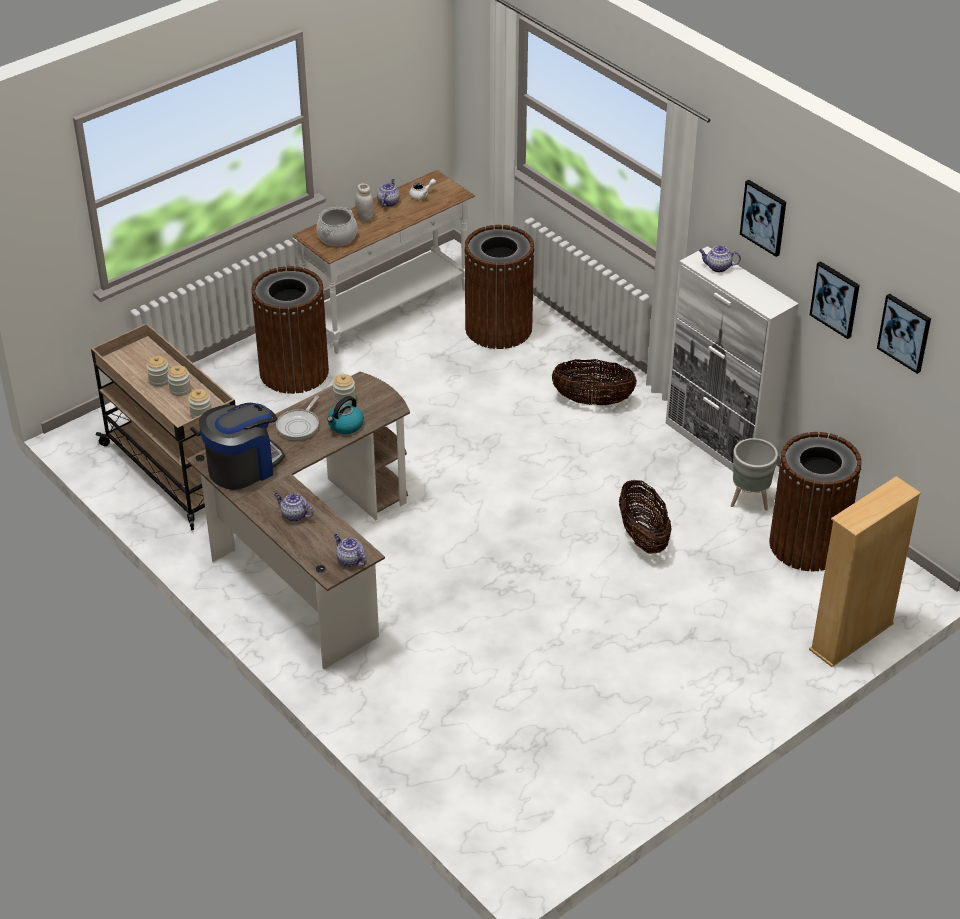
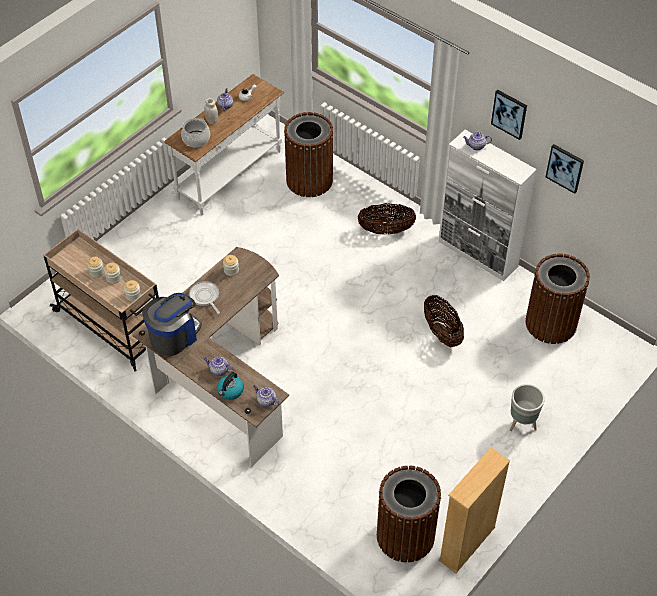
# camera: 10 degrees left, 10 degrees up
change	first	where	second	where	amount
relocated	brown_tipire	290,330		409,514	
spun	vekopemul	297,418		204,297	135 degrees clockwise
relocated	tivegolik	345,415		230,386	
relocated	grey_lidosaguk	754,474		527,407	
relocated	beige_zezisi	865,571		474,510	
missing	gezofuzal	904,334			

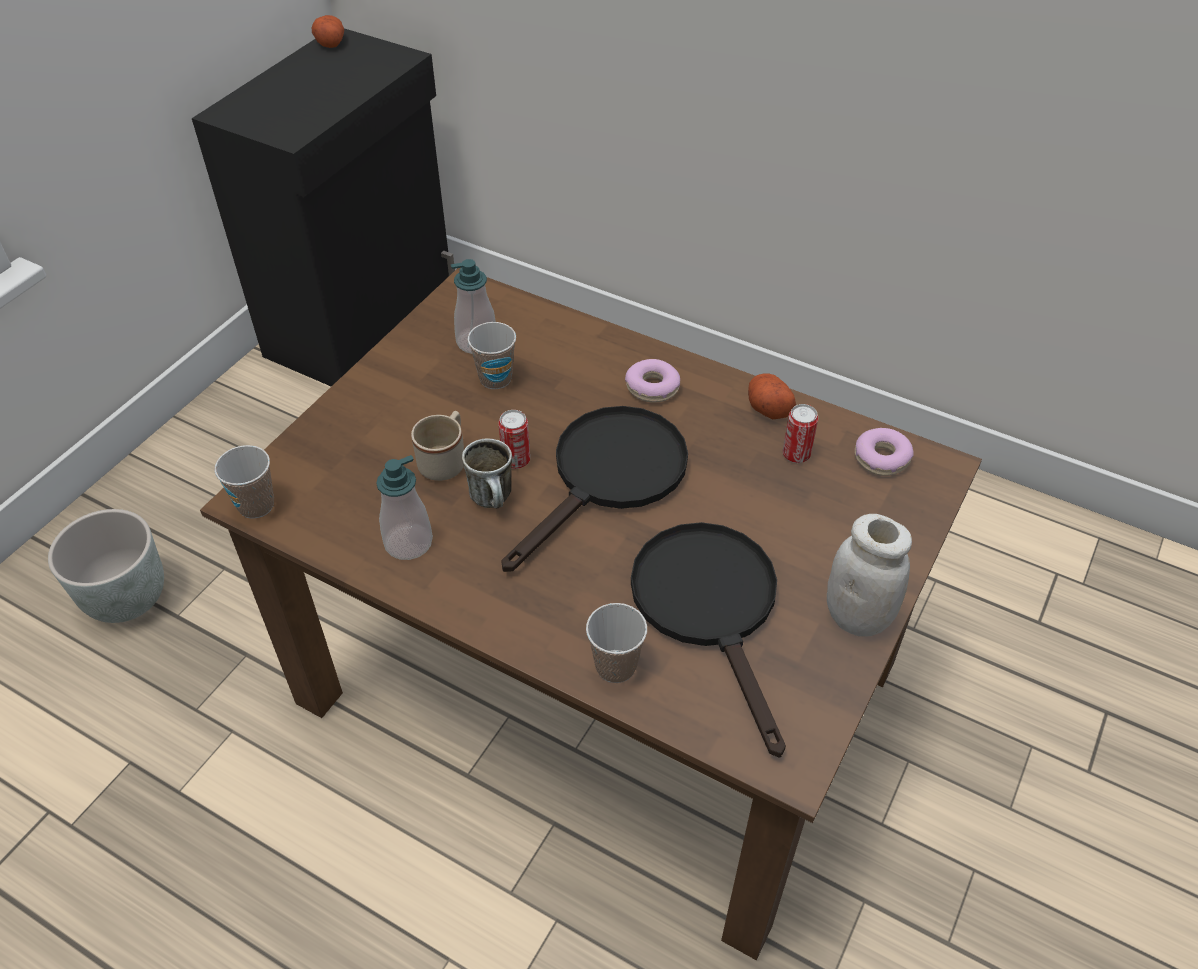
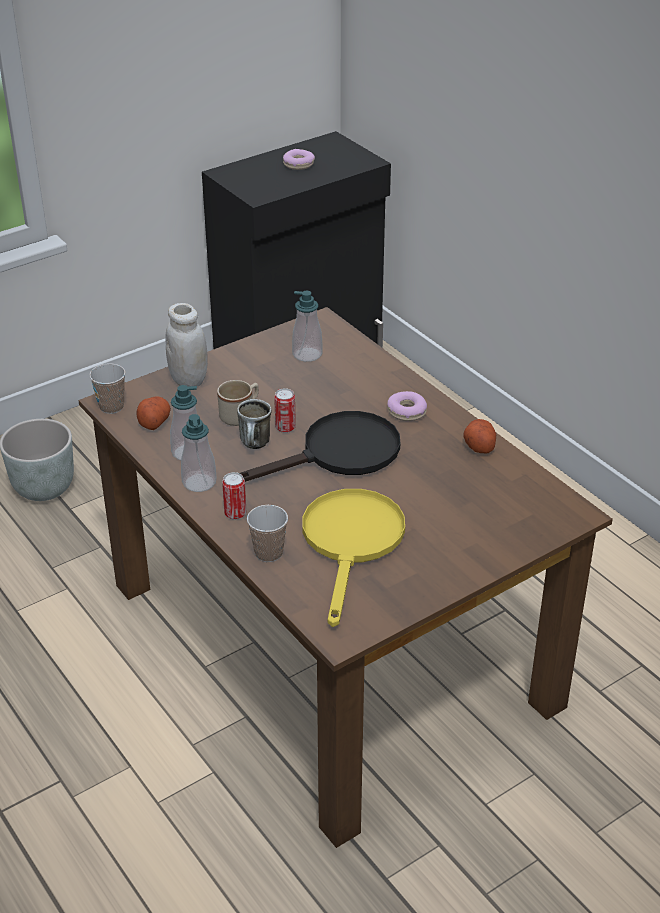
# camera: 25 degrees right, 10 degrees down
change	first	where	second	where	amount
relocated	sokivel	328,31		153,413	
missing	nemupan	492,355			
colour	black_vekopemul	708,640	yellow_vekopemul	353,558	
relocated	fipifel	800,433		234,496	
relocated	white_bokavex	869,575		186,345	
relocated	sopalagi	884,452		299,159	
appeared			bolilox	198,453	

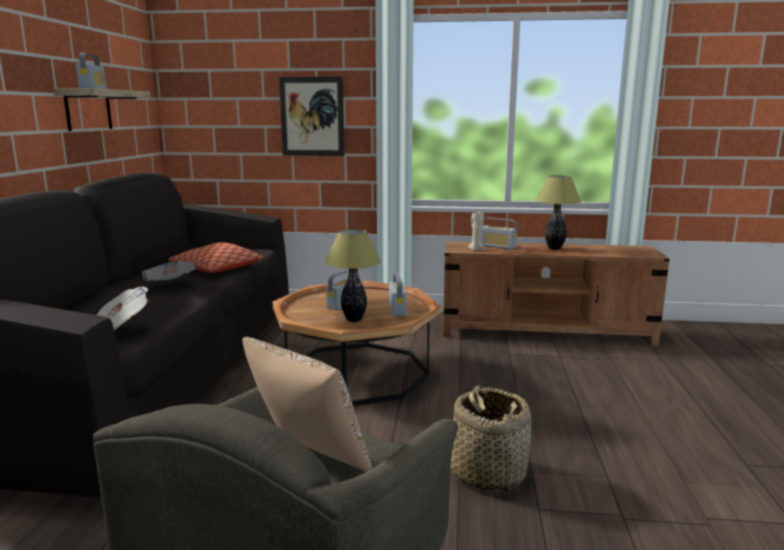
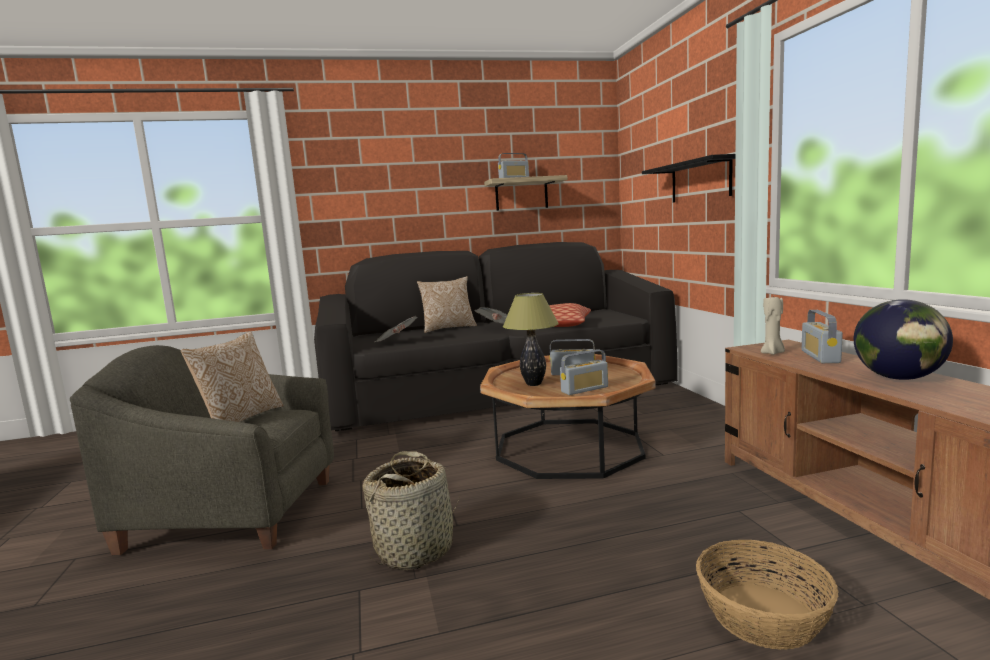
# camera: 70 degrees right, 5 degrees down
change	first	where	second	where	amount
exchanged	gezofuzal	311,116	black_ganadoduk	688,178	
exchanged	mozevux	558,212	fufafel	903,339	
appeared			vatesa	447,304	
appeared			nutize	767,595	

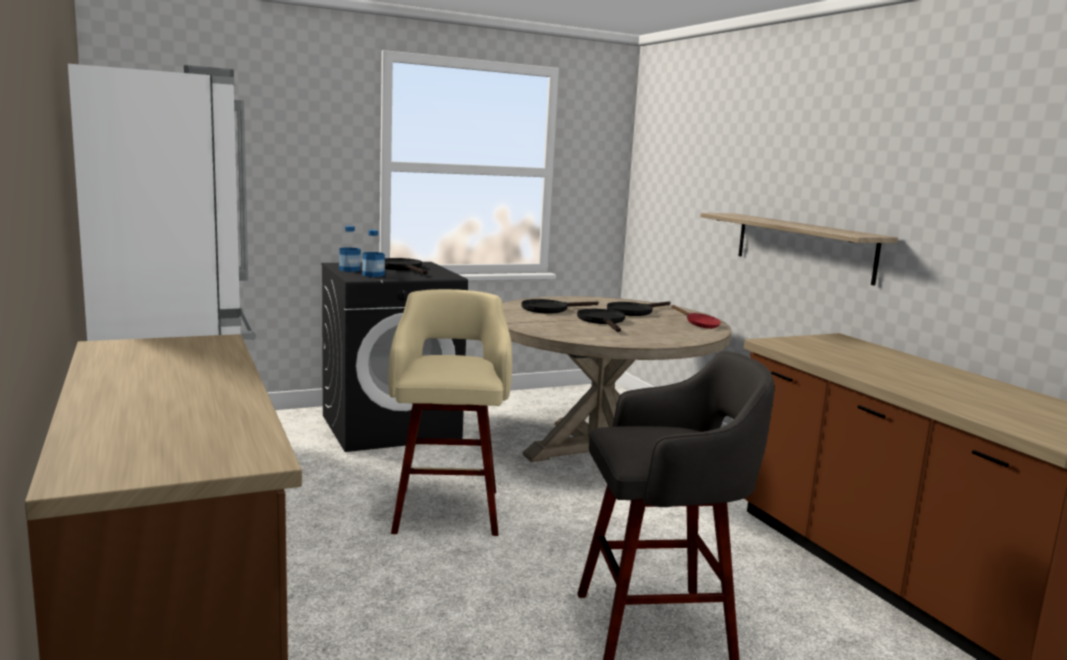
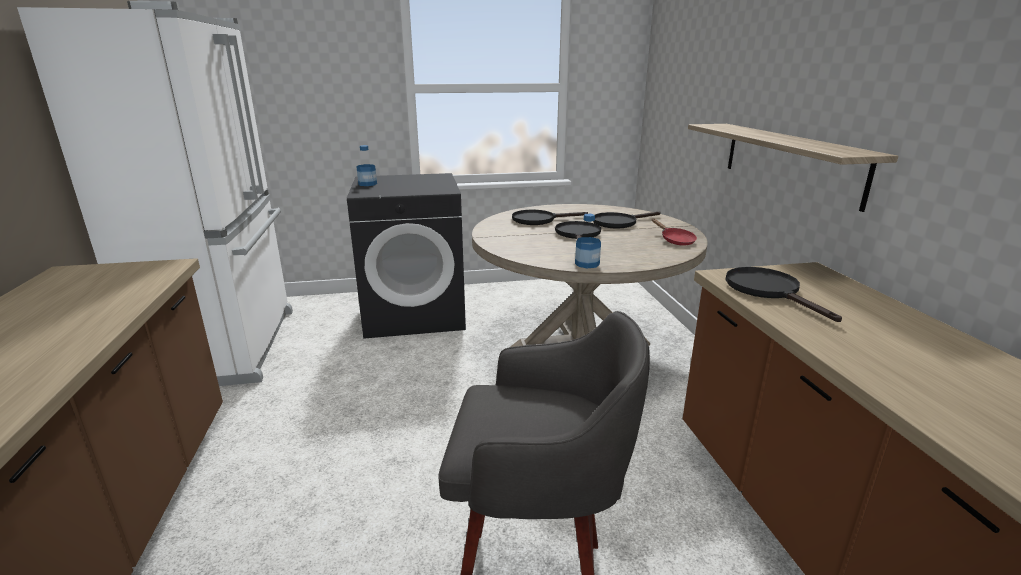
# camera: 15 degrees right, 10 degrees up
change	first	where	second	where	amount
relocated	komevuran	373,253		588,241	
relocated	black_vekopemul	406,266		783,294	
missing	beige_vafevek	450,412			

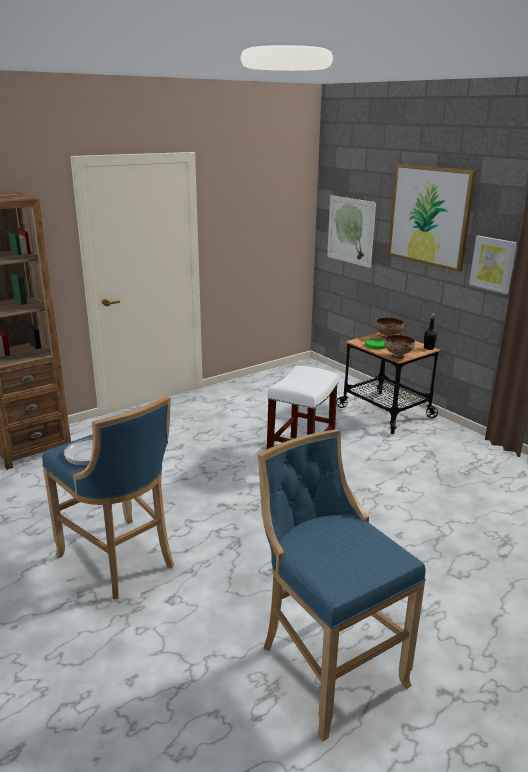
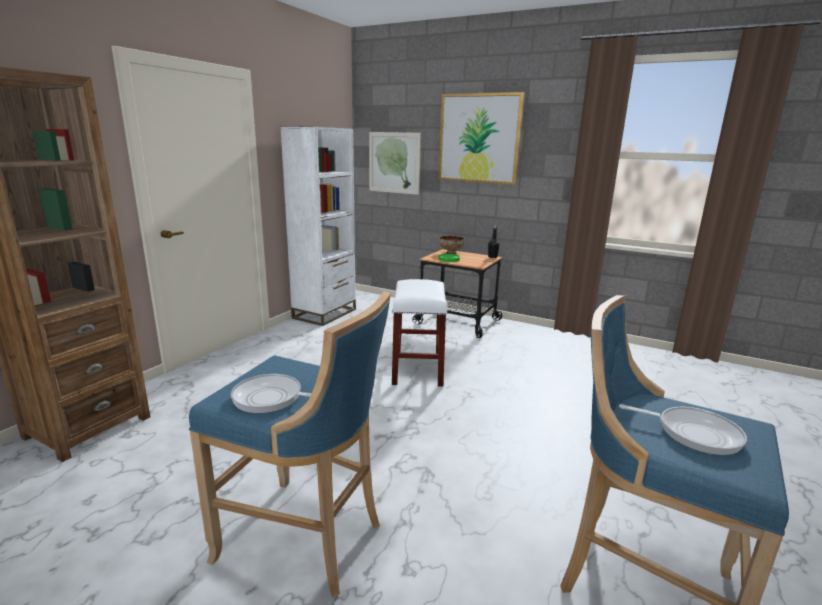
# camera: 25 degrees left, 5 degrees down
change	first	where	second	where	amount
missing	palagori	399,347			
missing	gezofuzal	493,265			
appeared			white_zezisi	318,226	
appeared			vekopemul	683,429	

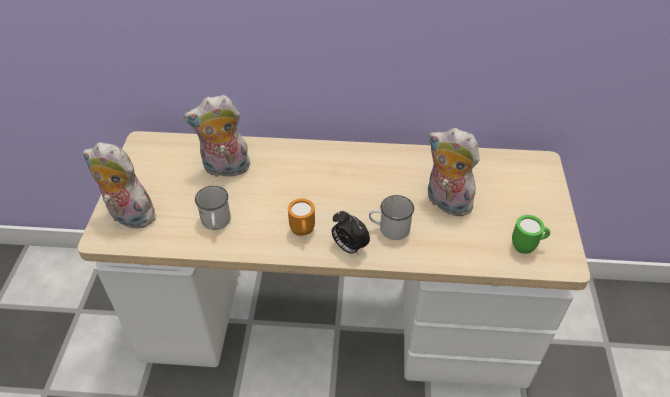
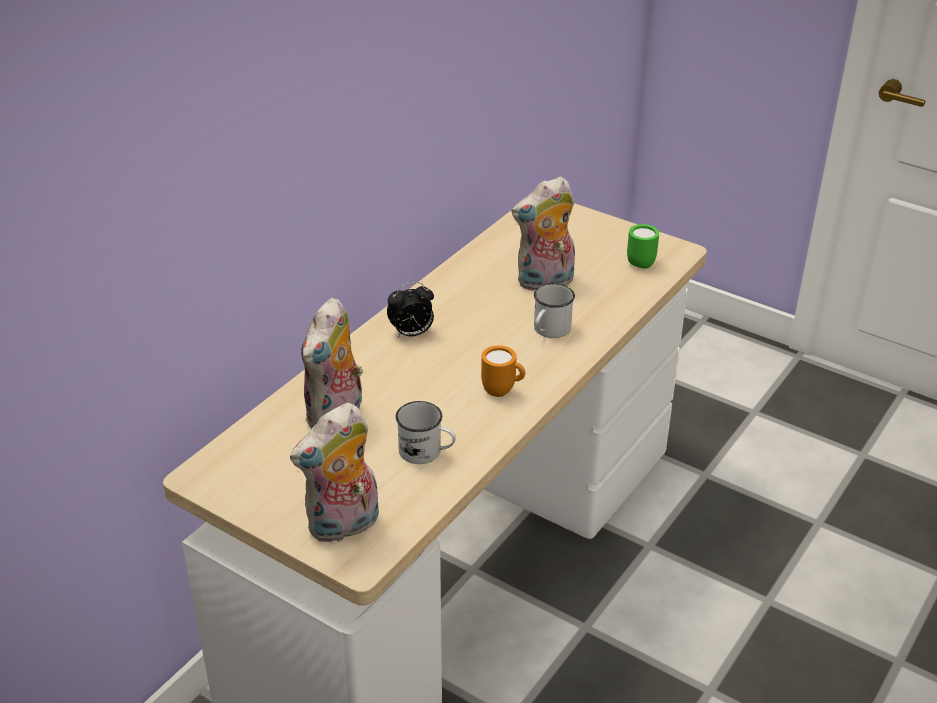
# camera: 60 degrees left, 10 degrees down
change	first	where	second	where	amount
relocated	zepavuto	351,233		410,310	

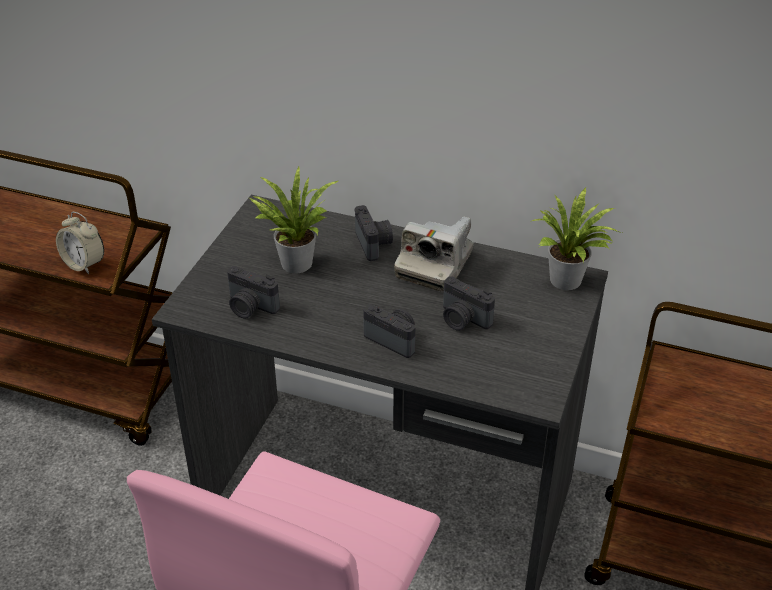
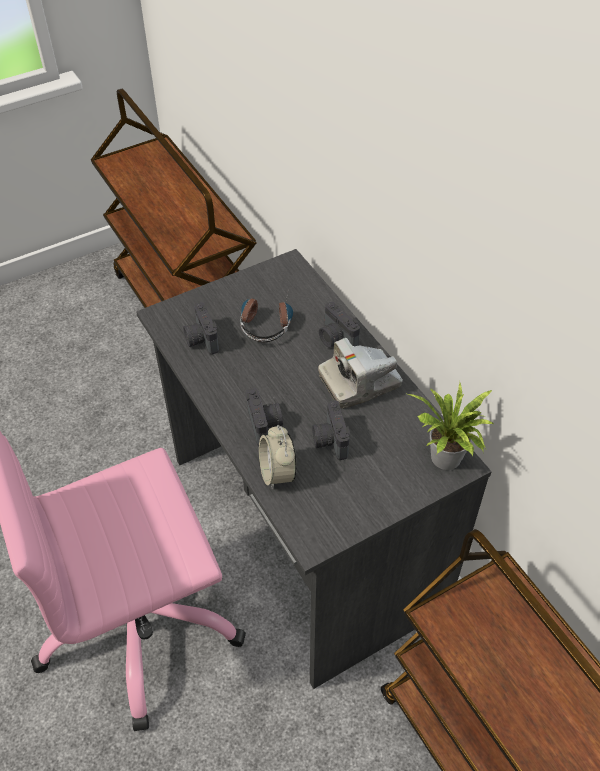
# camera: 40 degrees right, 10 degrees up
change	first	where	second	where	amount
relocated	zepavuto	80,243		278,457	
exchanged	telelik	294,220	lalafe	266,317	
spun	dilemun	373,233		339,325	120 degrees clockwise

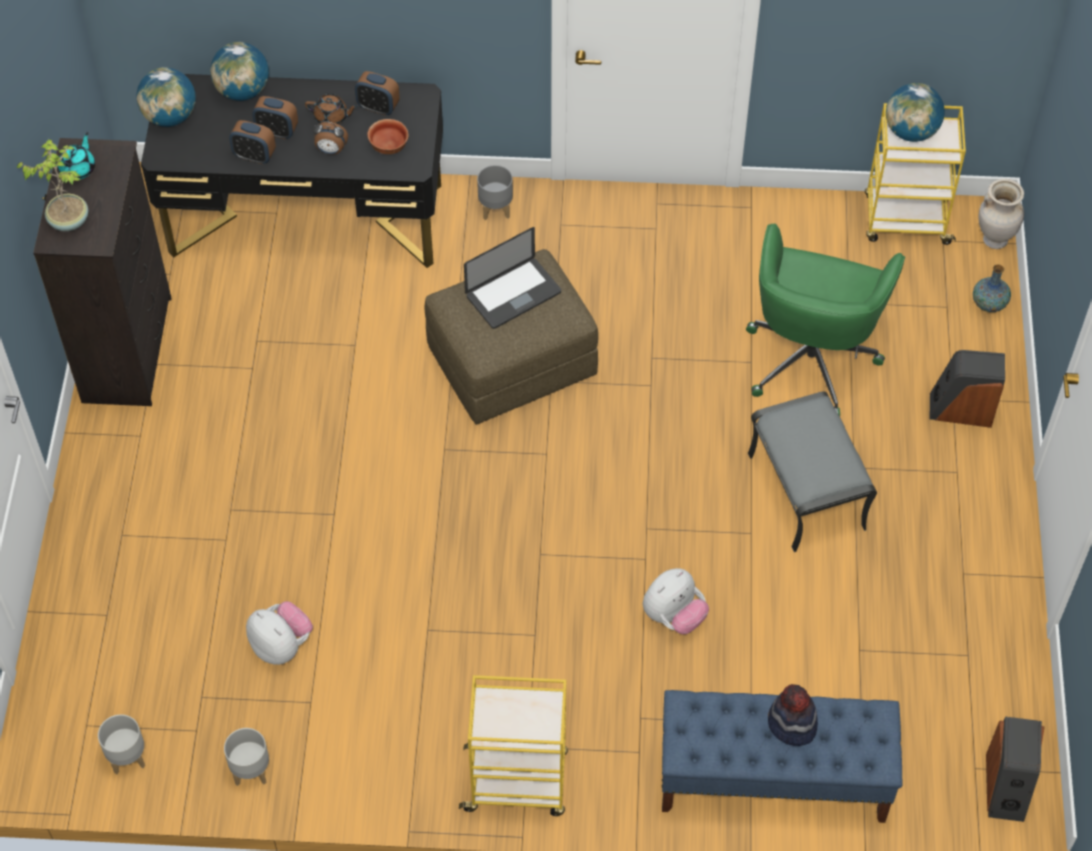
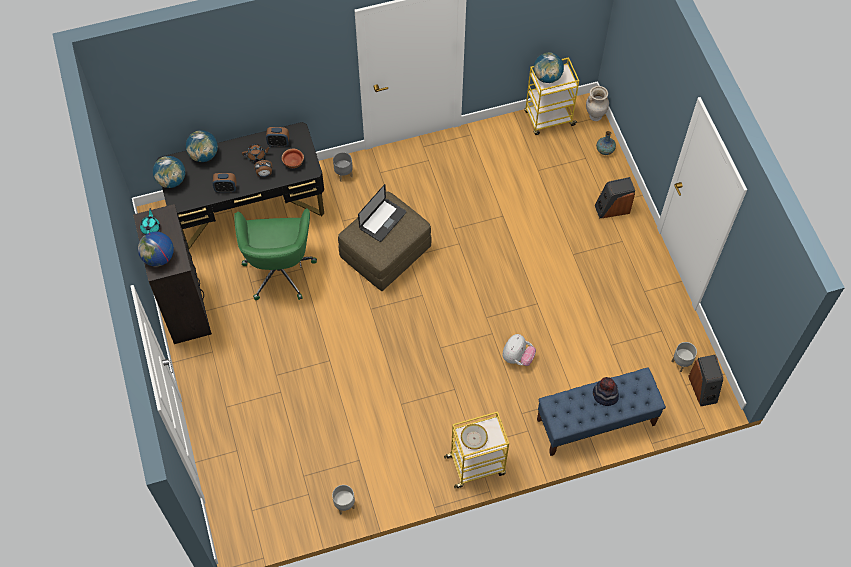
# camera: 20 degrees left, 5 degrees up
change	first	where	second	where	amount
exchanged	telelik	52,185	fufafel	156,249	
relocated	grey_lidosaguk	121,744		684,357	
missing	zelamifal	279,633			
missing	zepavuto	275,117			
relocated	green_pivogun	825,319		275,254	
missing	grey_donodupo	812,471			
appeared			palagori	474,437	

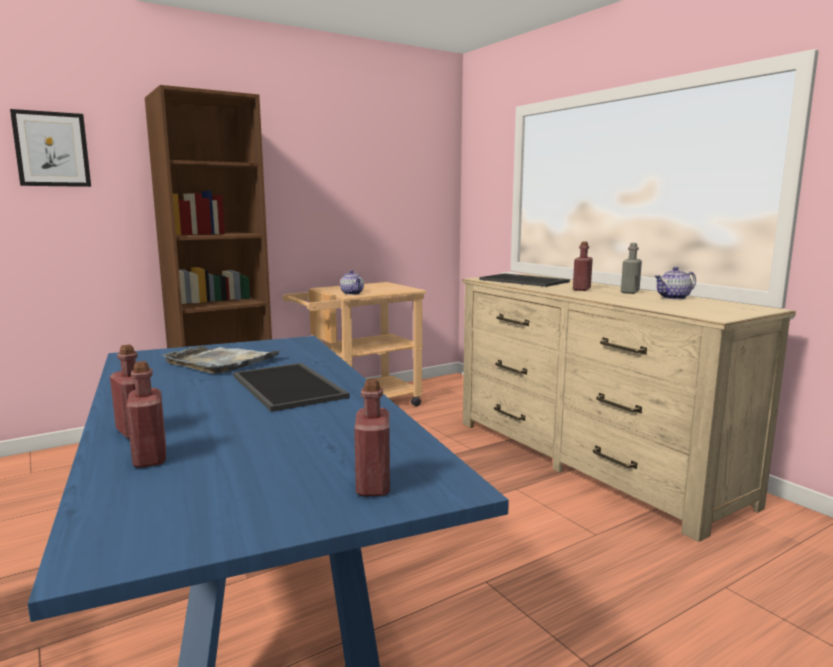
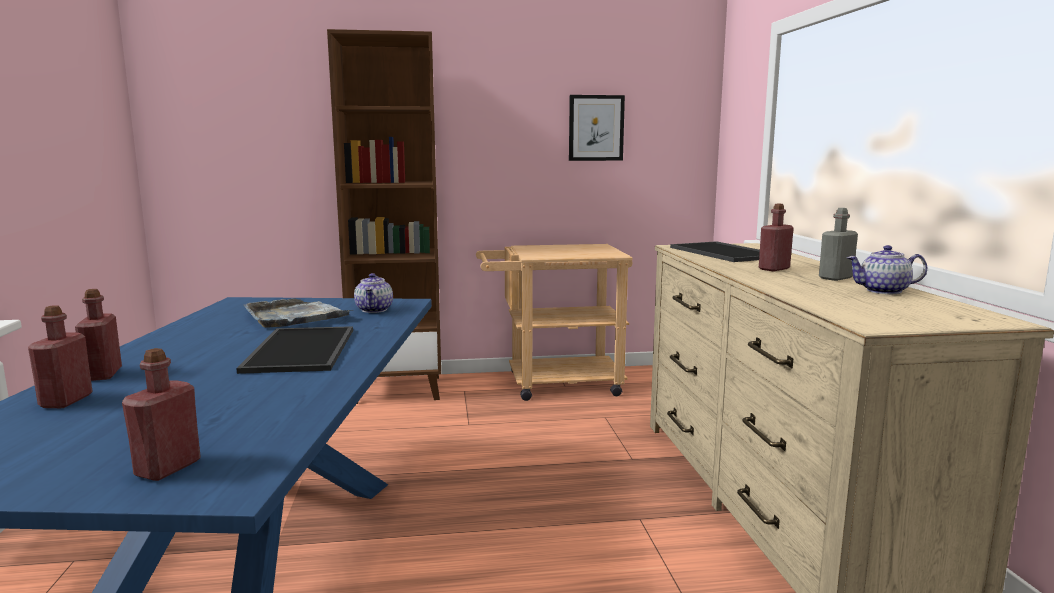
# camera: 25 degrees right, 0 degrees up
change	first	where	second	where	amount
relocated	gezofuzal	50,148		597,128	
relocated	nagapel	352,282		373,293	

